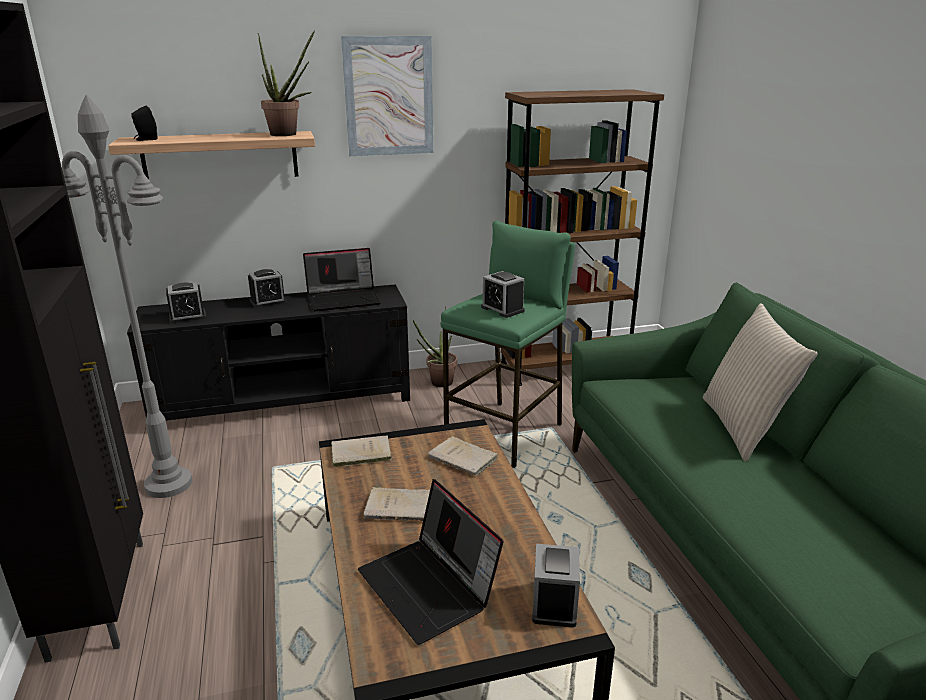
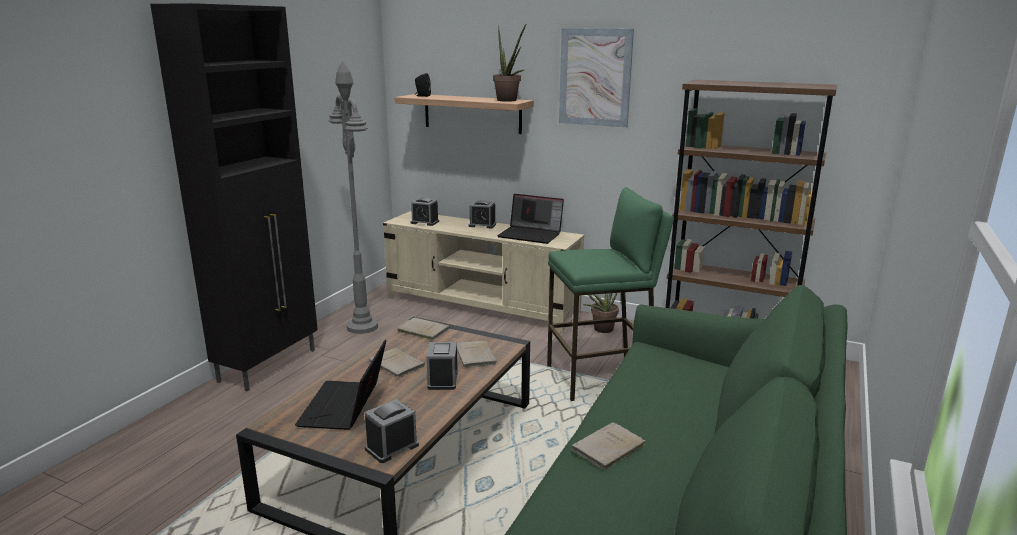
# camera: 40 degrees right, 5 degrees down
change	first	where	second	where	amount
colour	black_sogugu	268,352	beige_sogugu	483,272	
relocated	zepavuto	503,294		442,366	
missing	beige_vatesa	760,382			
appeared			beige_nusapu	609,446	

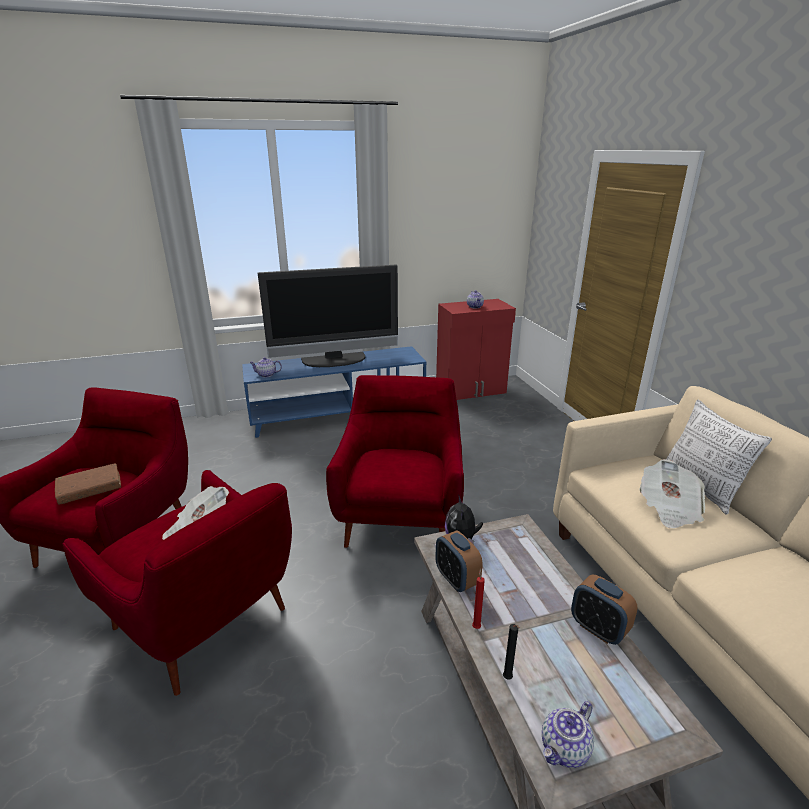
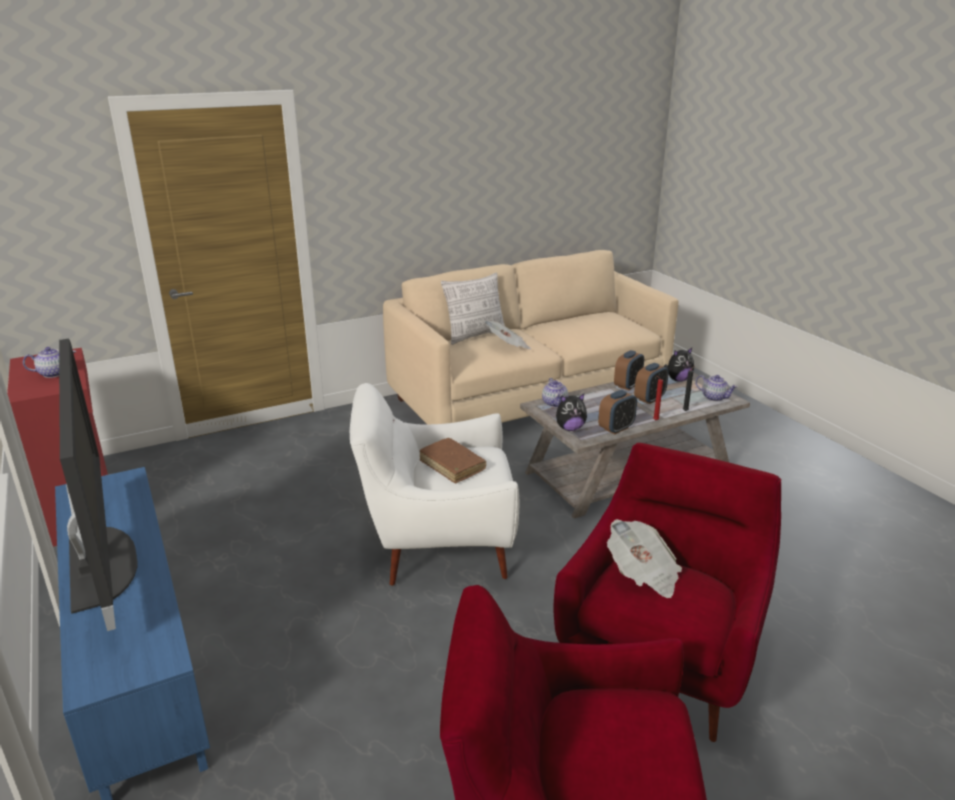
# camera: 100 degrees left, 0 degrees up
change	first	where	second	where	amount
relocated	brown_nusapu	88,483		453,460	
relocated	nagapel	265,367		555,392	
colour	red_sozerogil	395,461	white_sozerogil	434,484	
appeared			zepavuto	651,383	
appeared			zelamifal	679,365	

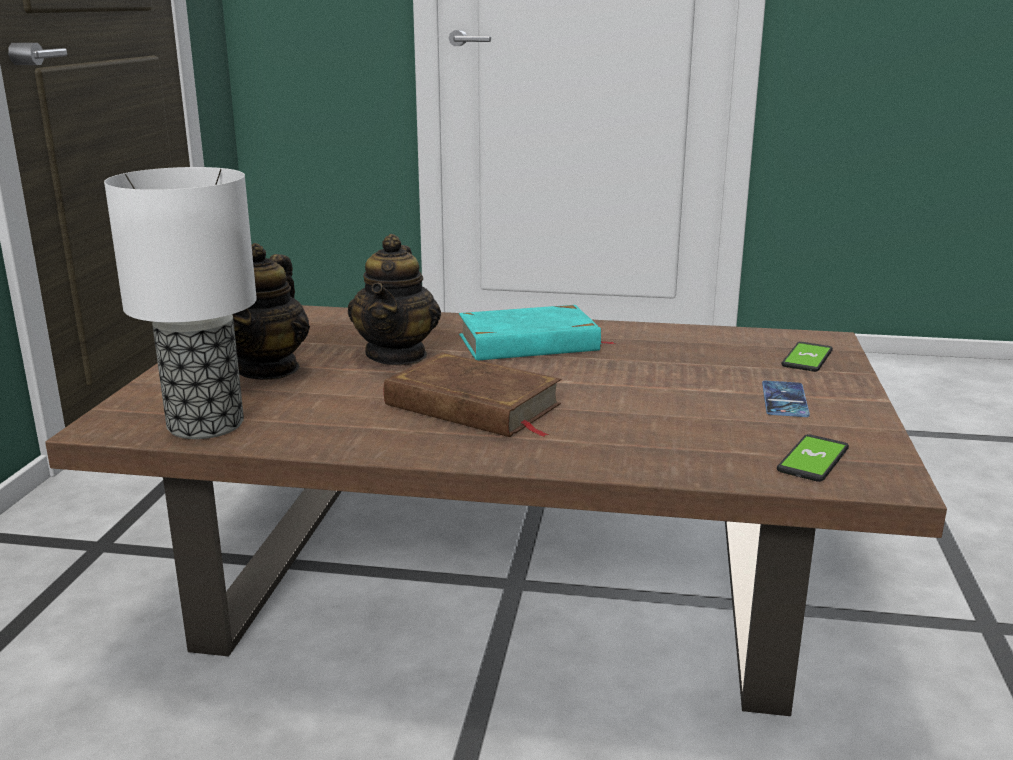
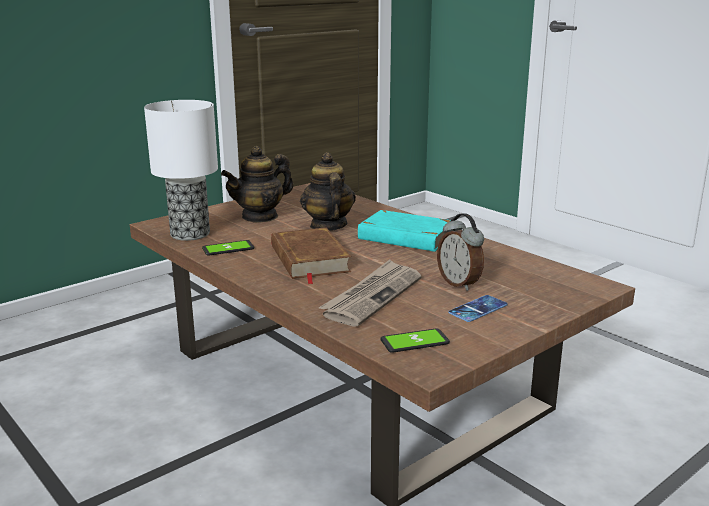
# camera: 40 degrees right, 0 degrees up
change	first	where	second	where	amount
spun	nagapel	394,299		328,191	120 degrees clockwise
relocated	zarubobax	807,357		228,248	
appeared			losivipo	370,293	
appeared			zepavuto	460,252	

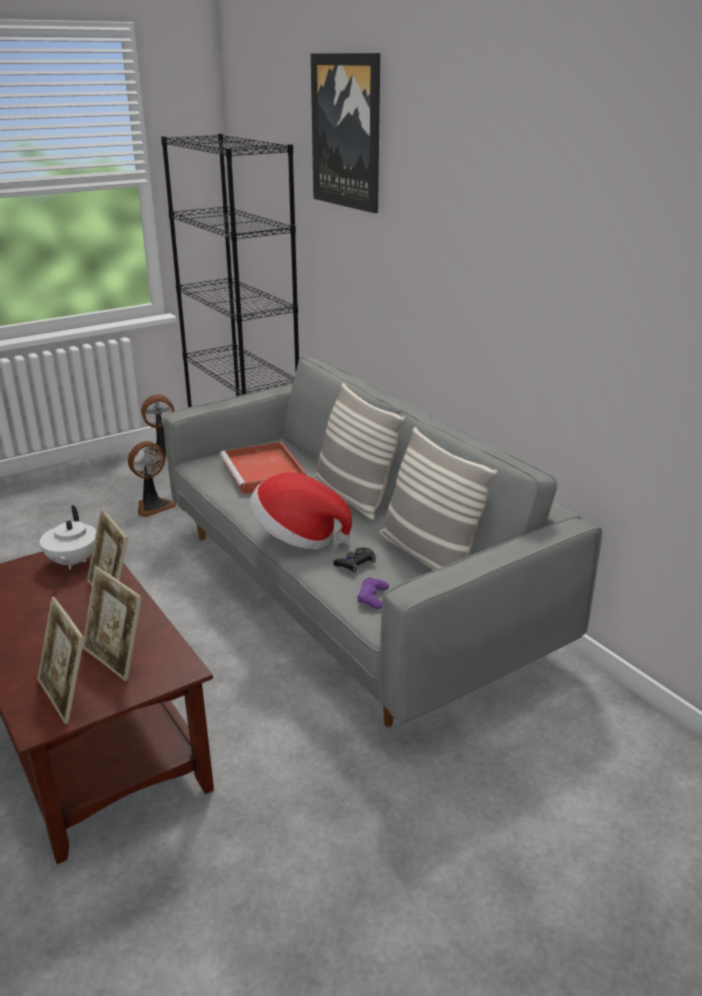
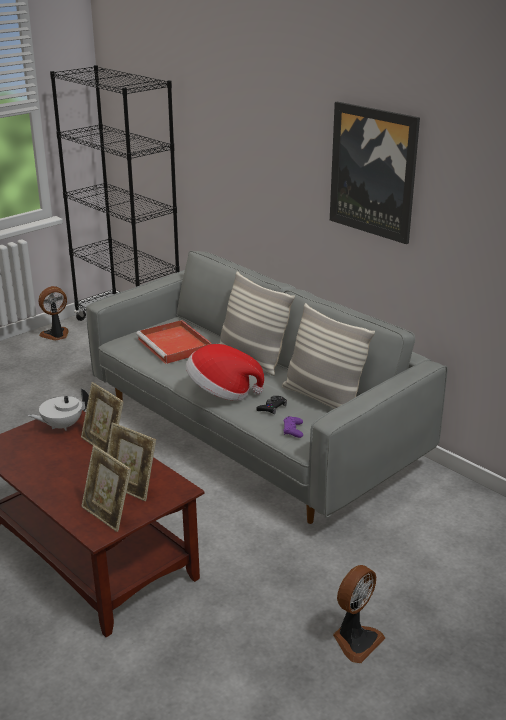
# camera: 10 degrees left, 0 degrees up
change	first	where	second	where	amount
spun	white_nagapel	67,538		58,409	75 degrees clockwise
relocated	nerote	152,479		359,614	
relocated	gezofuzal	345,133		375,173	

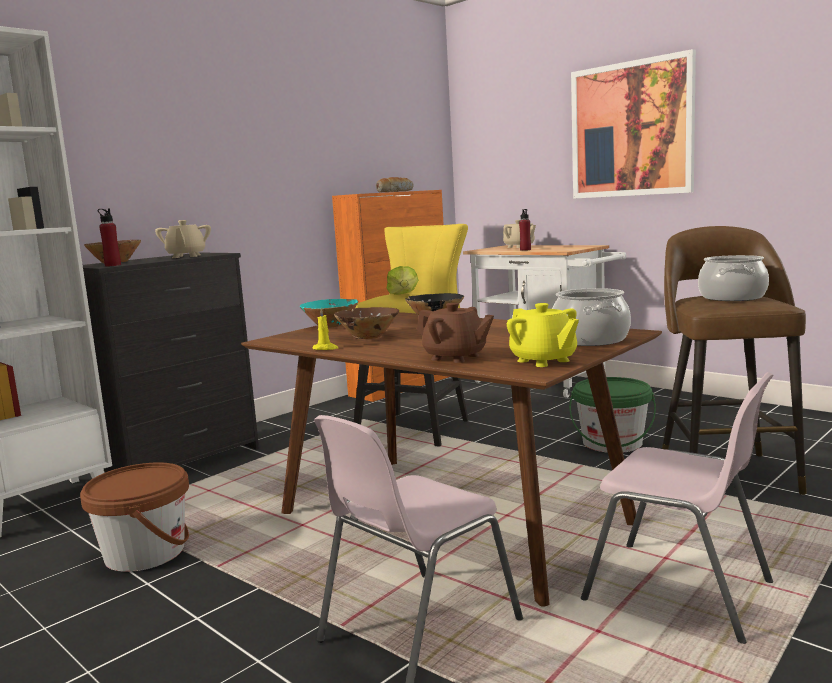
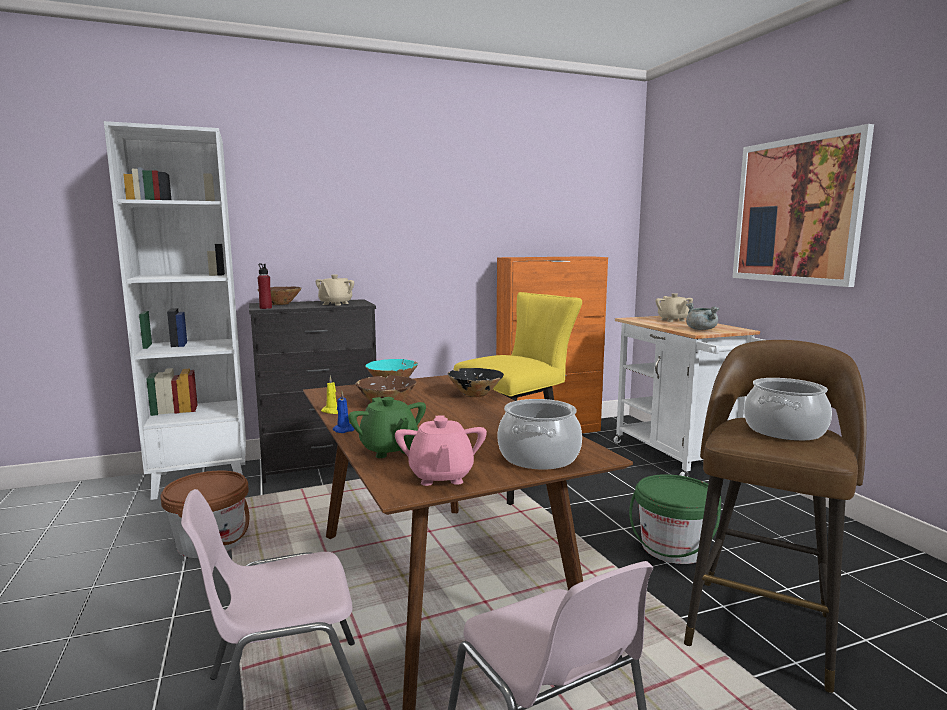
# camera: 25 degrees right, 0 degrees up
change	first	where	second	where	amount
missing	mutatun	394,184			
missing	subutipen	402,280			
colour	brown_nagapel	455,333	green_nagapel	387,427	
colour	yellow_nagapel	543,335	pink_nagapel	441,451	
missing	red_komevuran	525,230			
appeared			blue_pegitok	344,412	
appeared			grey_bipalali	703,316	

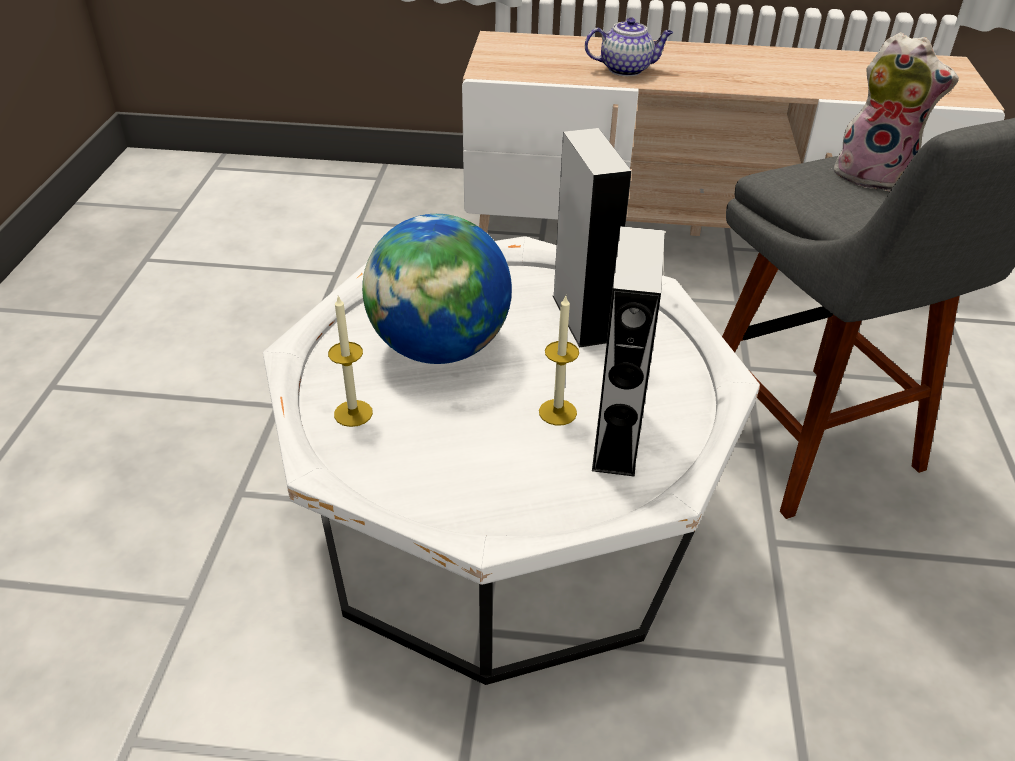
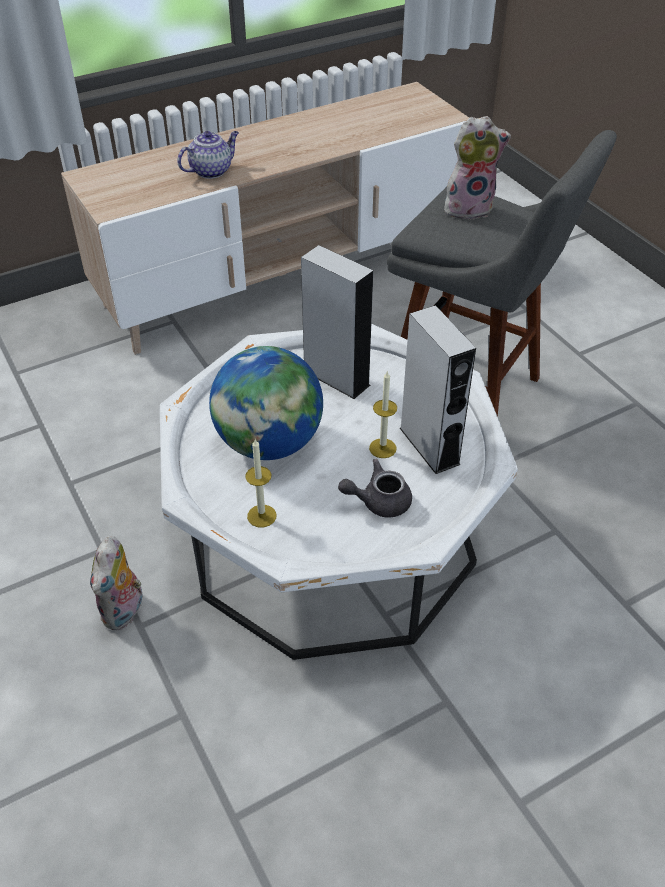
# camera: 35 degrees left, 5 degrees up
change	first	where	second	where	amount
appeared			zelamifal	116,583	
appeared			grey_nagapel	375,488	

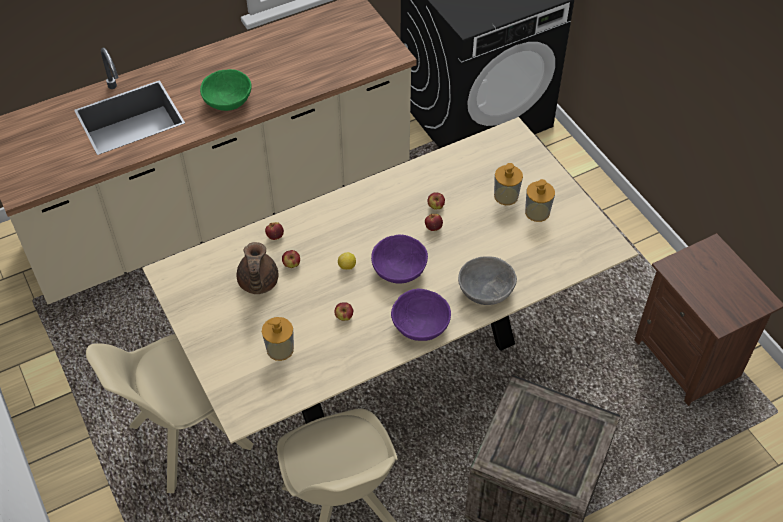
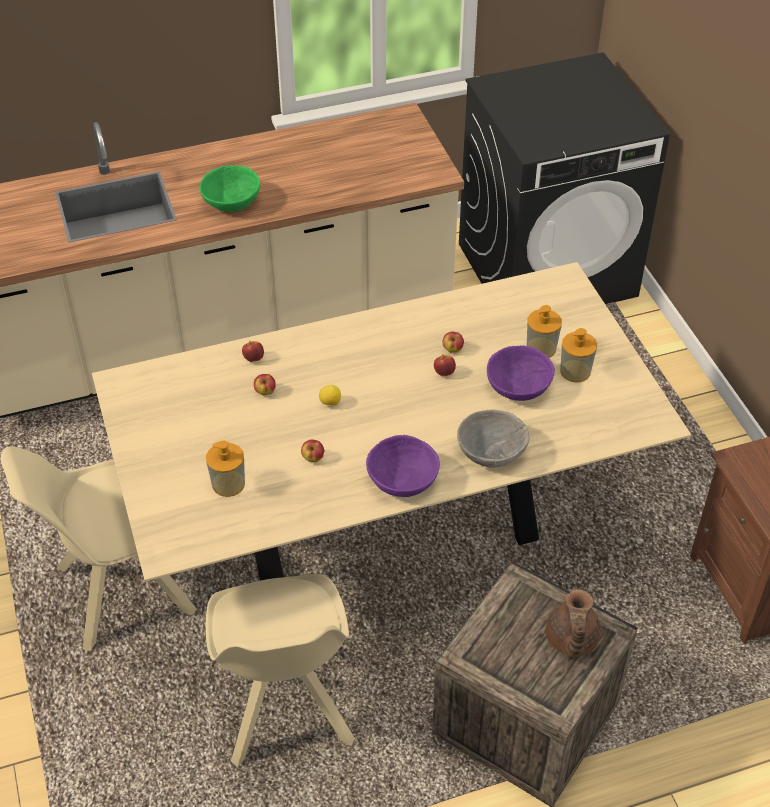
# camera: 10 degrees right, 5 degrees down
change	first	where	second	where	amount
relocated	brown_nagapel	257,268		573,623	
relocated	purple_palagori	399,259		521,373	

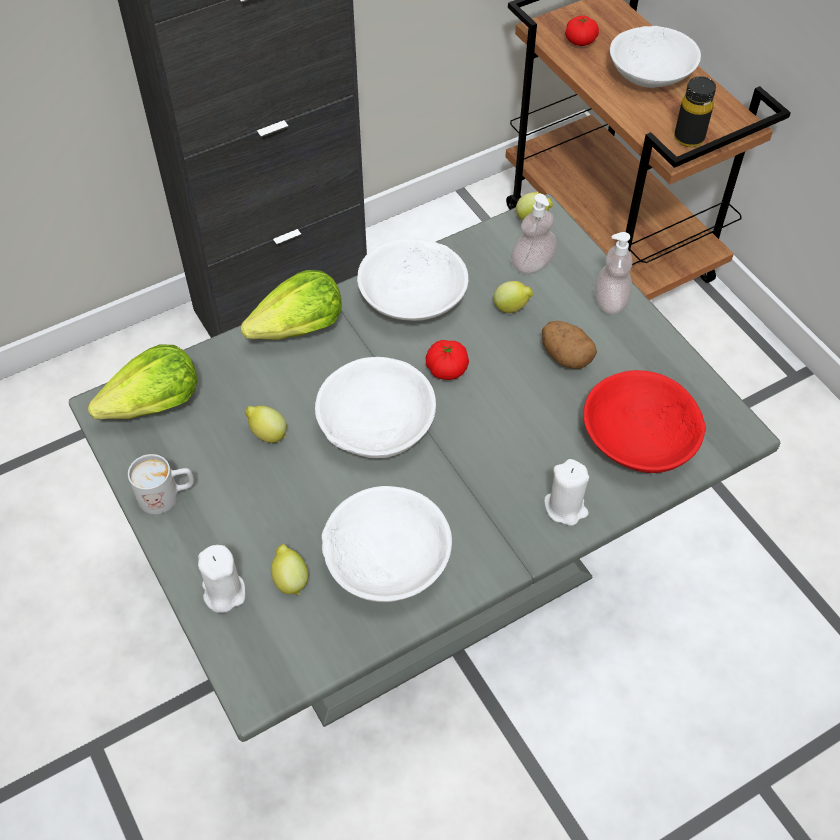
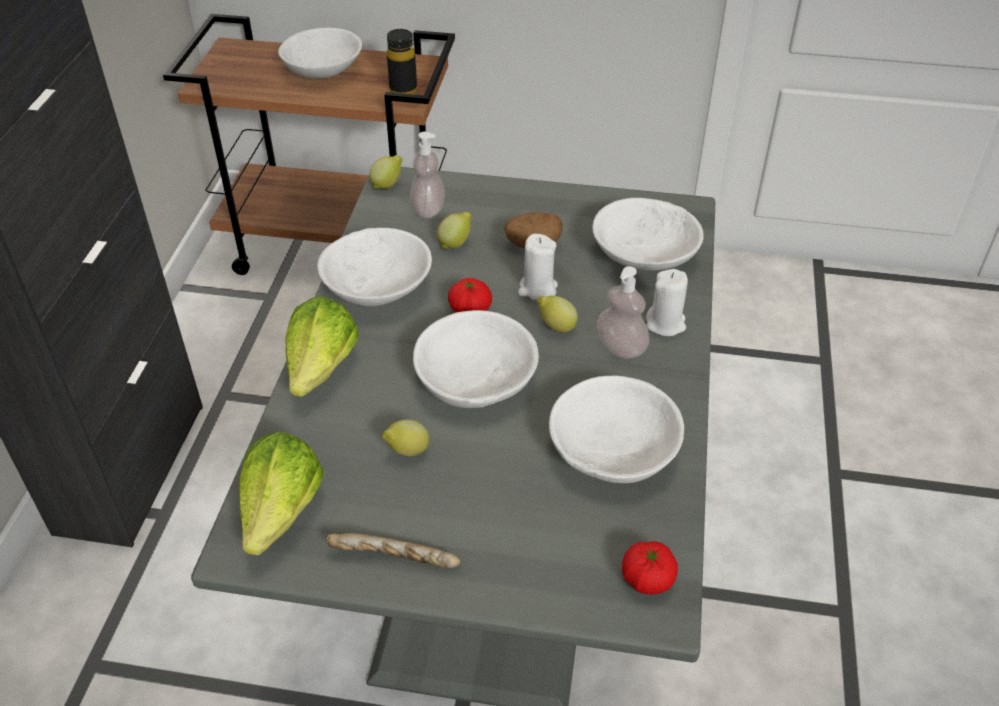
# camera: 50 degrees left, 10 degrees down
change	first	where	second	where	amount
exchanged	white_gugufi	161,484	mutatun	393,550	
relocated	white_pegitok	221,579		538,267	
relocated	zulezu	290,569		557,314	
relocated	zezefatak	582,31		650,567	
colour	red_palagori	644,421	white_palagori	647,234	
relocated	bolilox	613,273		622,312	

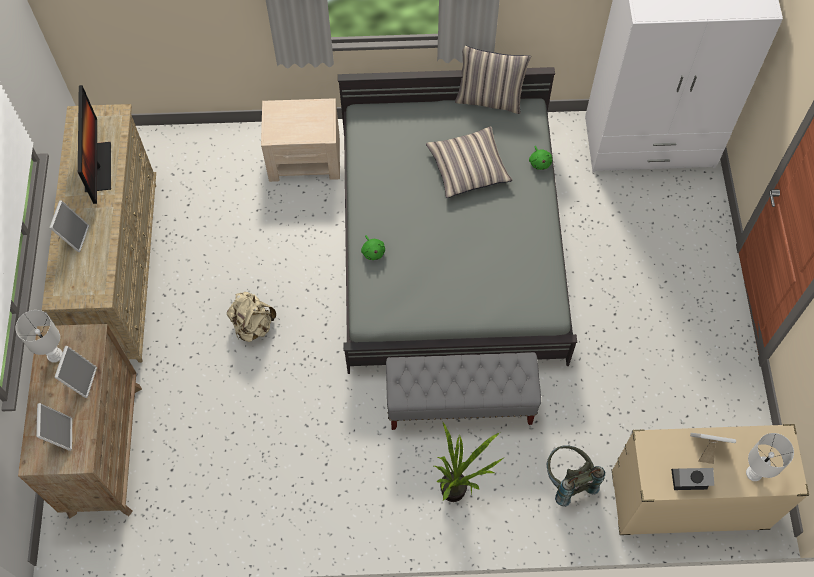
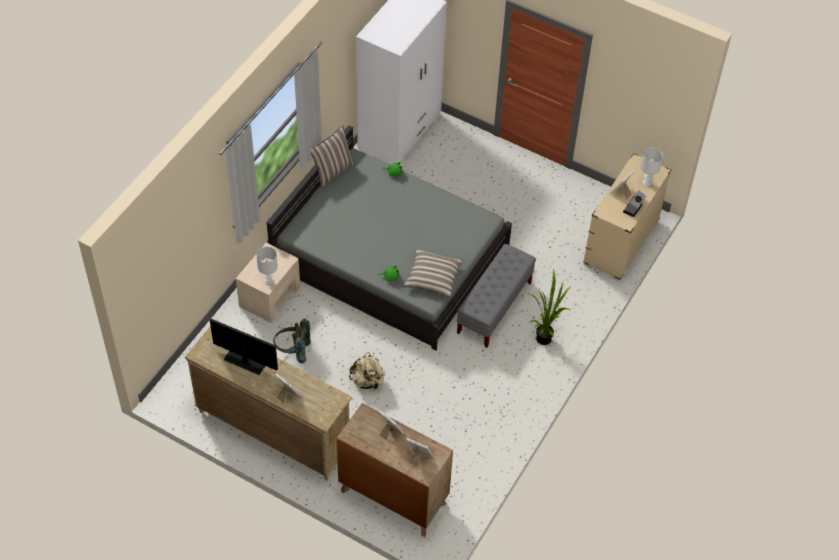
# camera: 60 degrees left, 10 degrees down
change	first	where	second	where	amount
relocated	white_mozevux	39,336		267,266	
relocated	vatesa	469,162		433,273	
relocated	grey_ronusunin	576,476		292,341	

